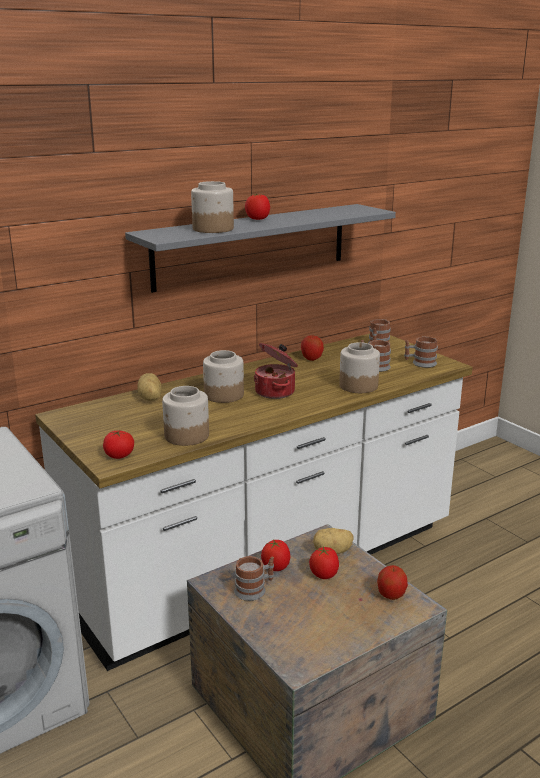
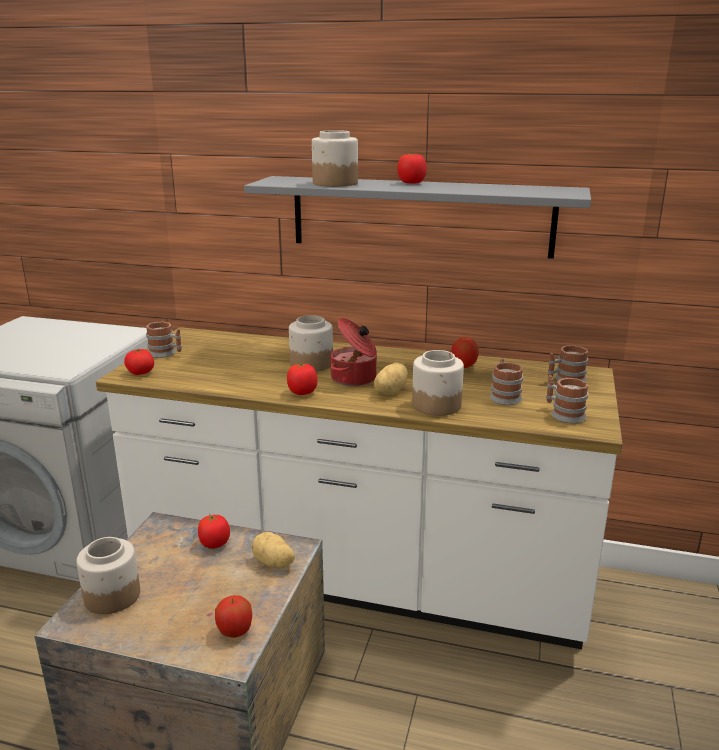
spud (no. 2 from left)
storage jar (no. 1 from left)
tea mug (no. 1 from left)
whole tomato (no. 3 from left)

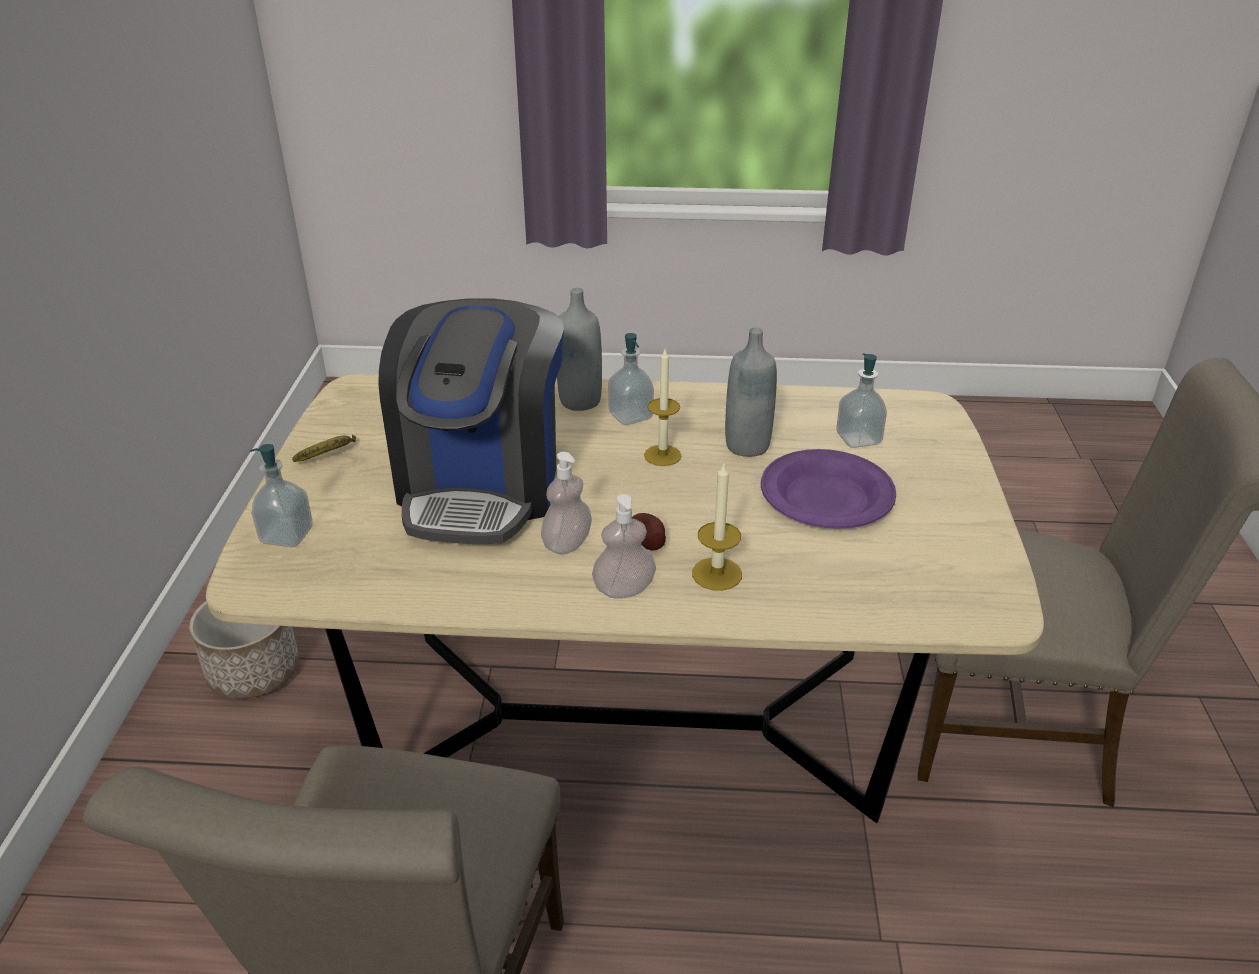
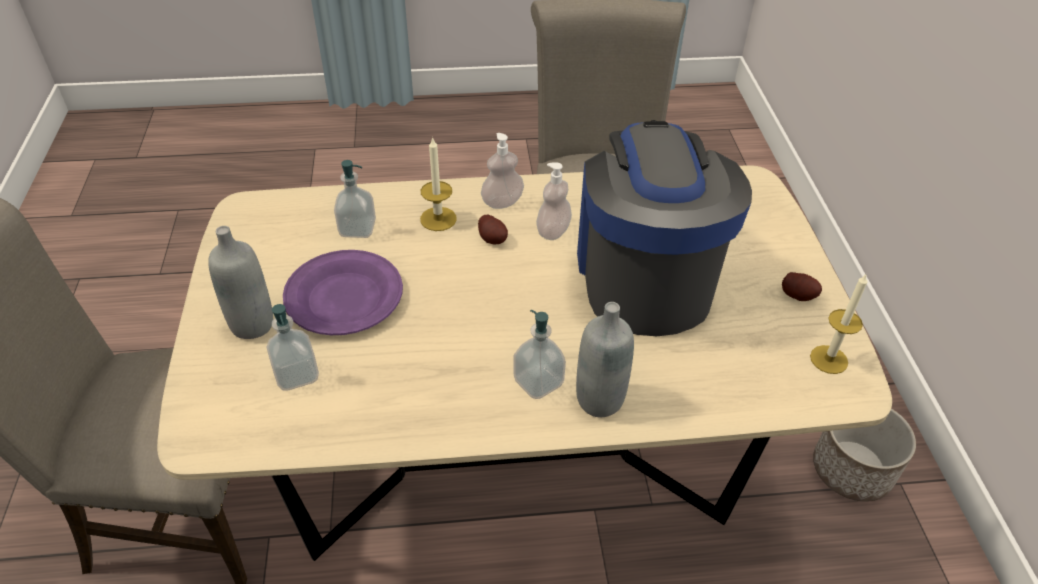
soap bottle (no. 2 from left)
spud (no. 2 from left)
candle (no. 2 from left)
beverage bottle/gray (no. 1 from left)

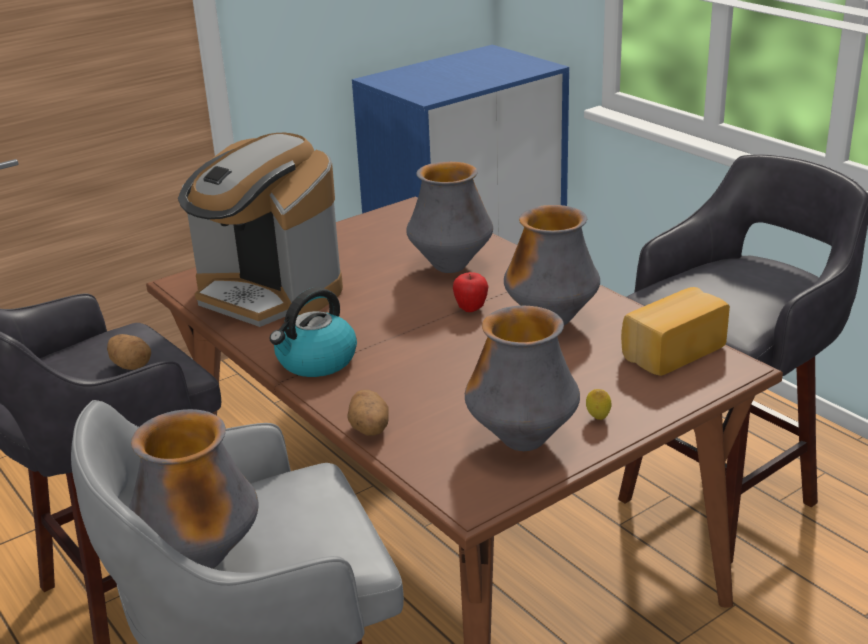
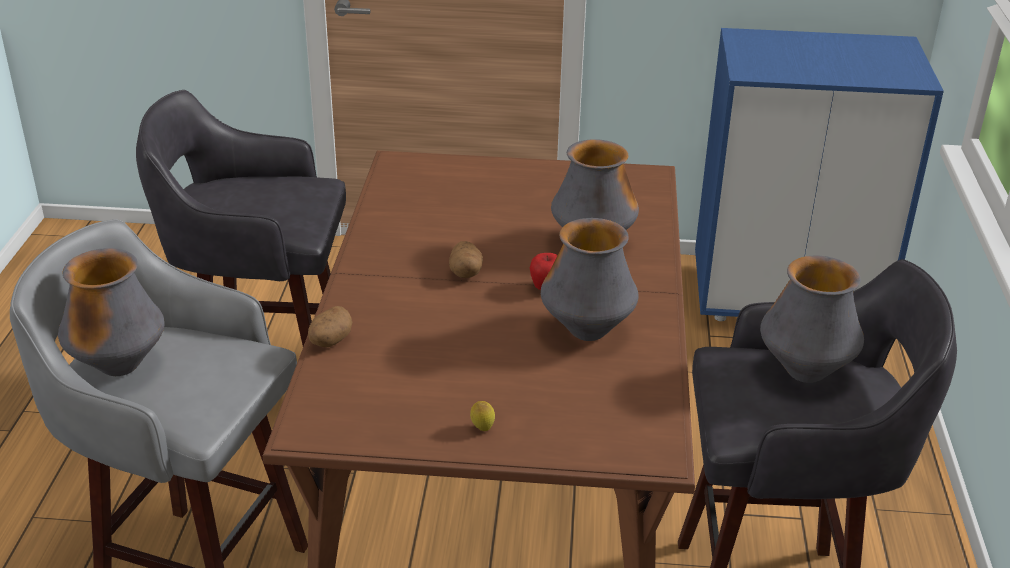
spud (no. 2 from left)
coffee brewer
water kettle
decorative vase (no. 4 from left)
baked bread

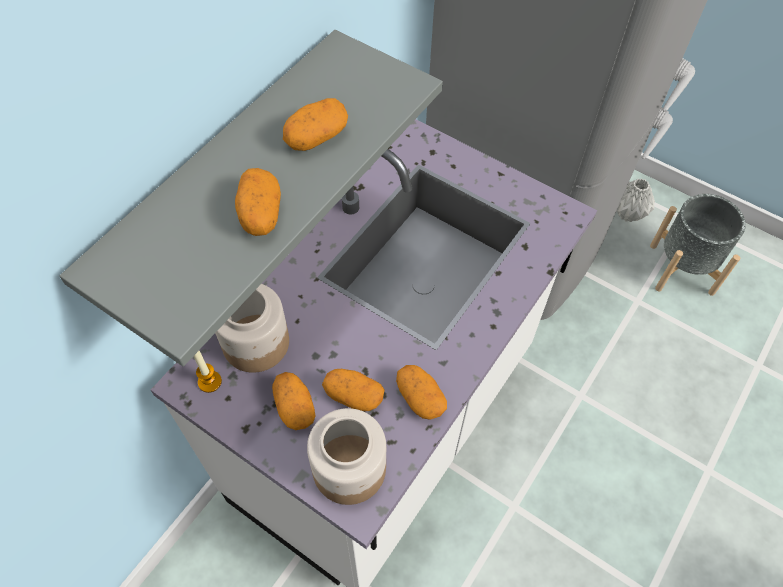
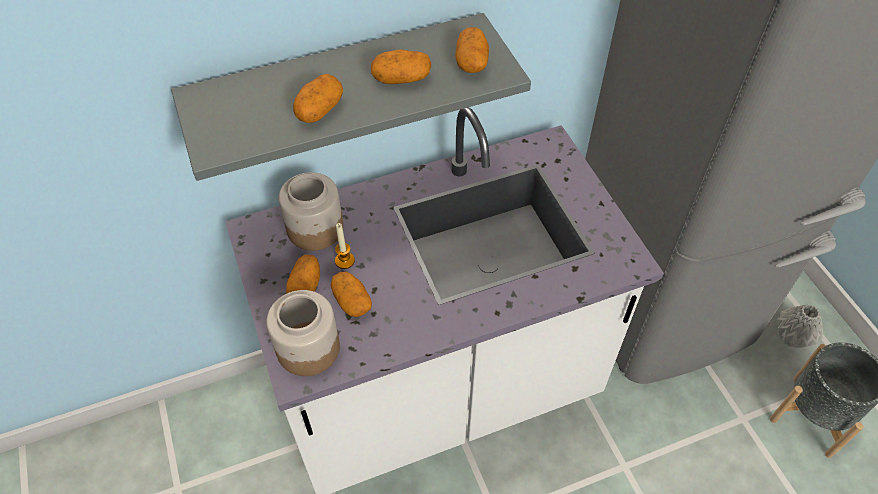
candle
spud (no. 5 from left)

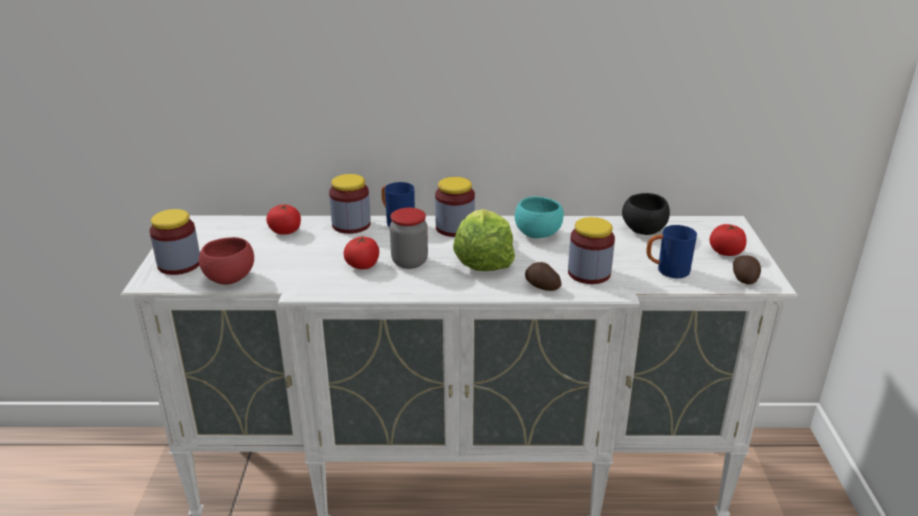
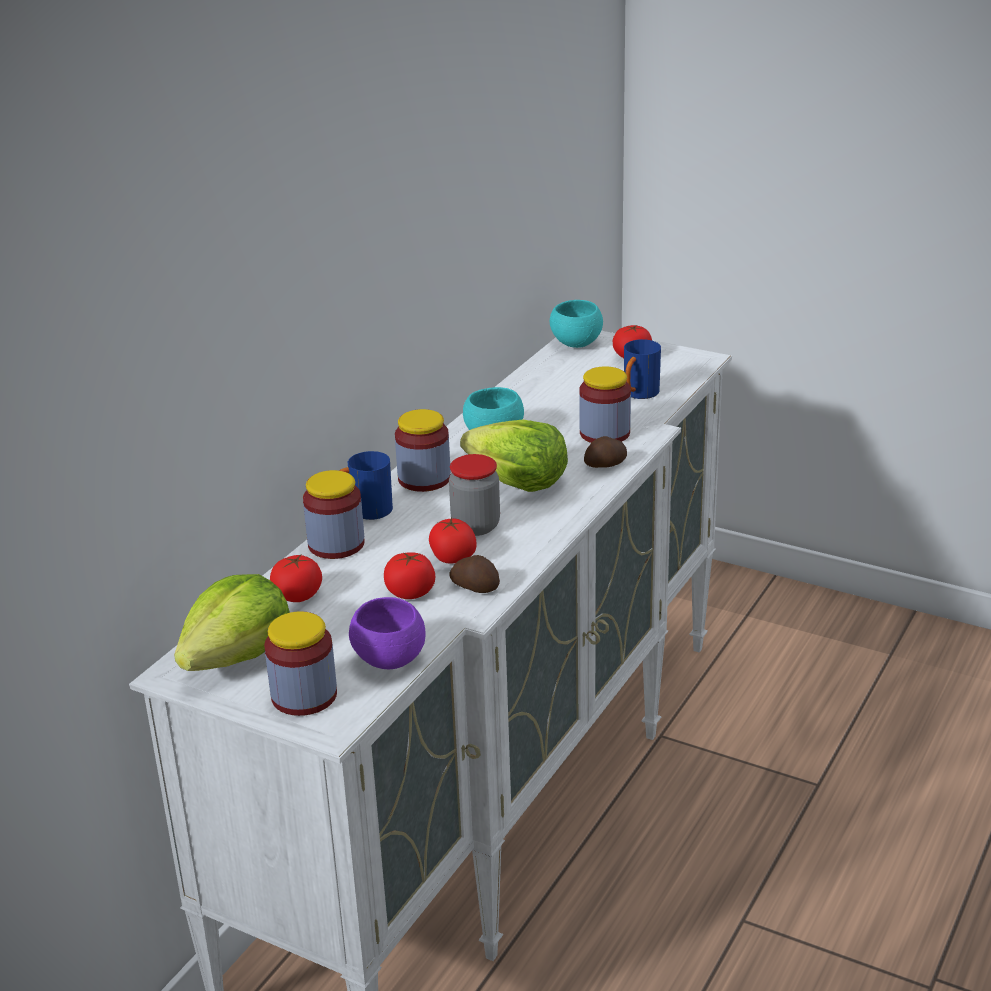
serving bowl/purplish
serving bowl/black
spud (no. 1 from left)
head of lettuce (no. 1 from left)
whole tomato (no. 2 from left)
serving bowl/turquoise (no. 2 from left)

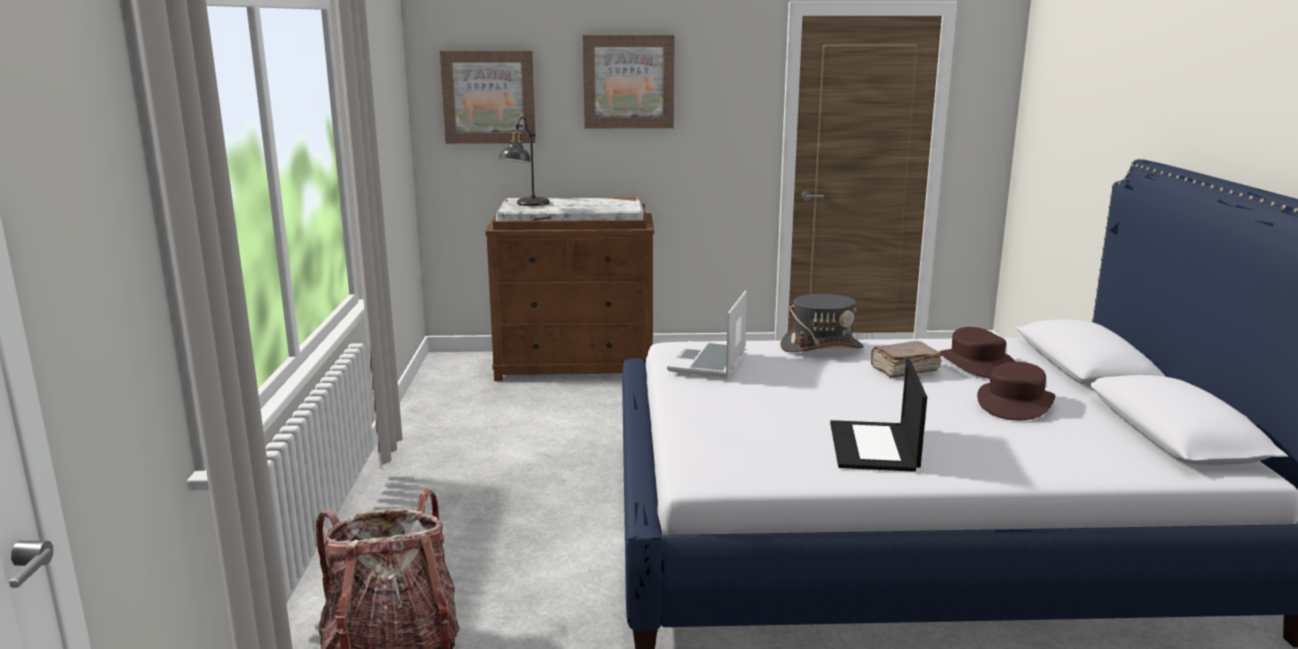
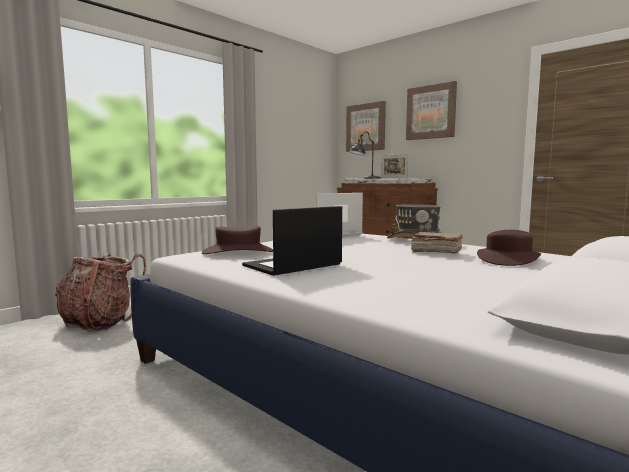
hat/brown (no. 1 from left)
photo frame

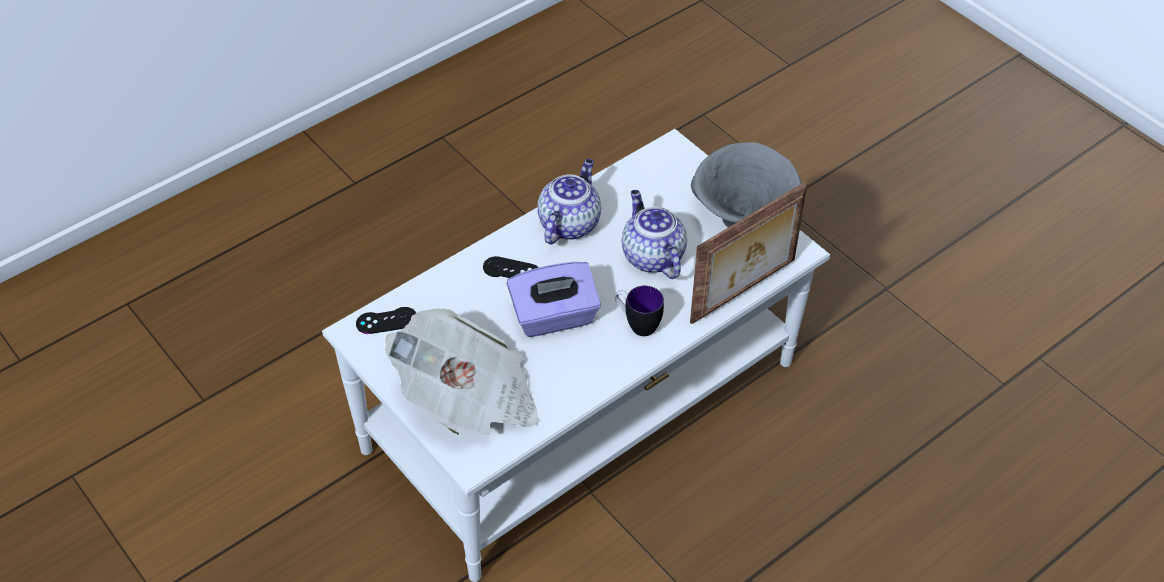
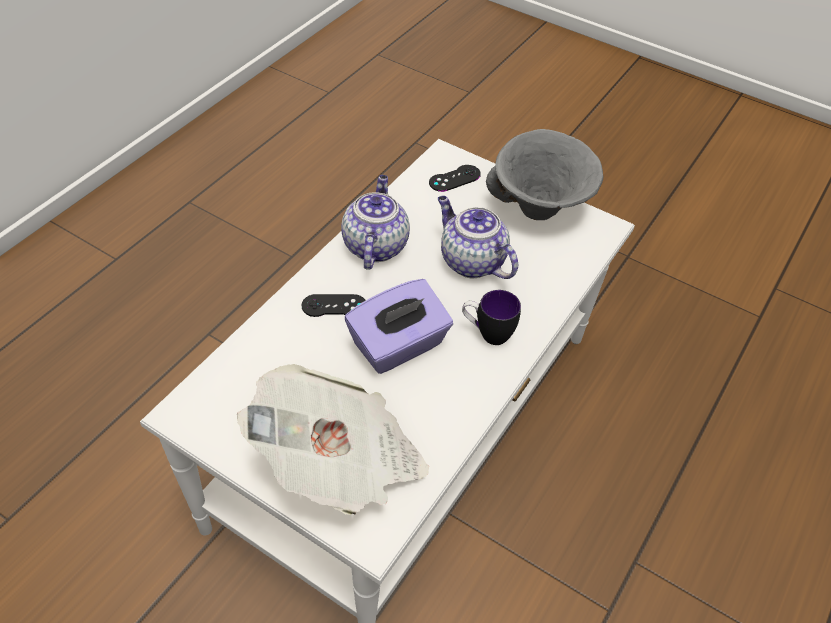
joypad/black (no. 2 from left)
photo frame

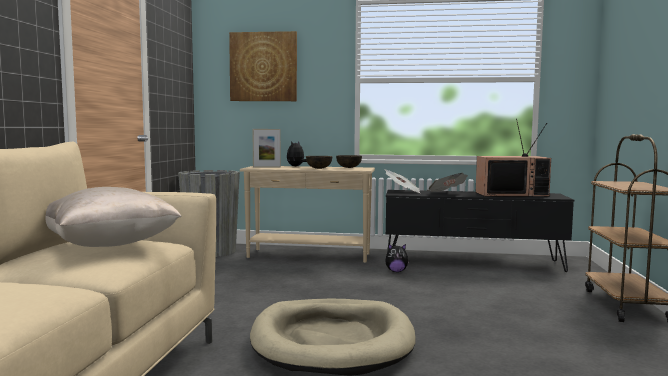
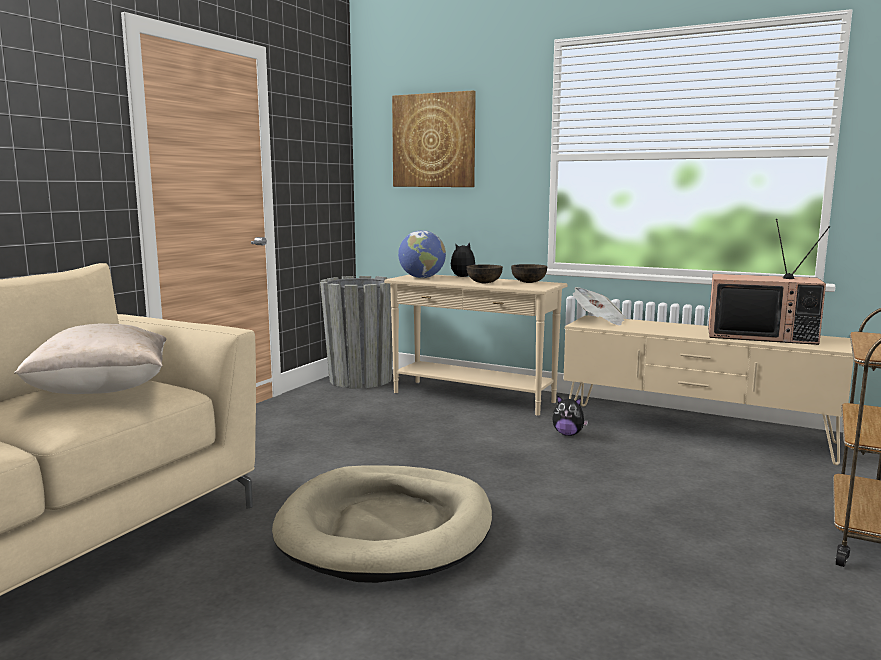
world globe
tv unit/beige-coloured
daily paper (no. 2 from left in the first image)

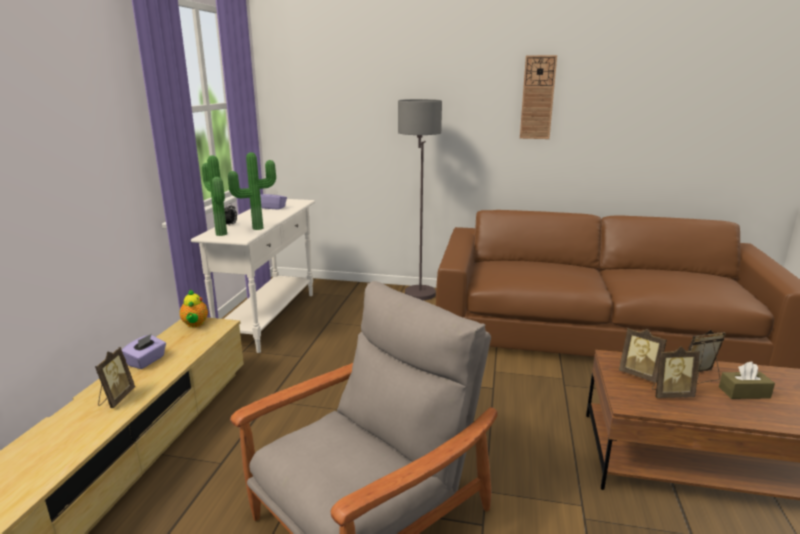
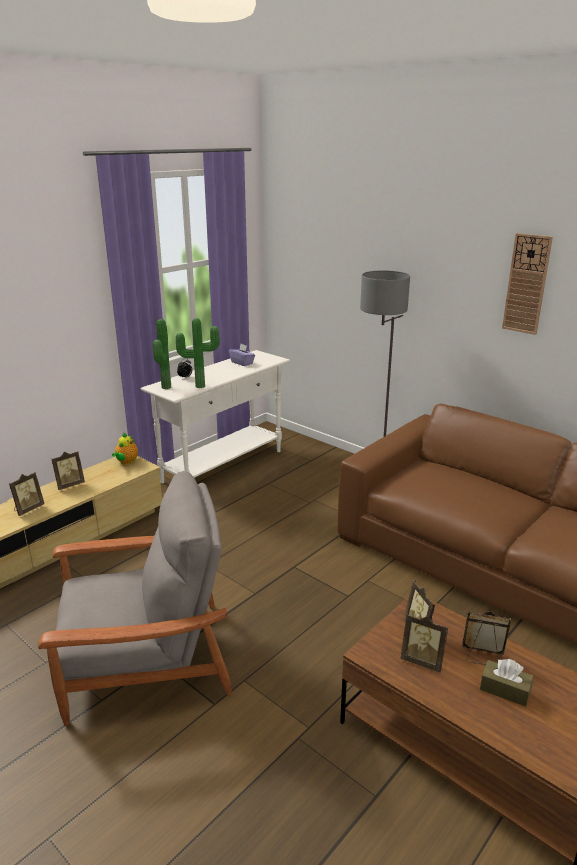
photo frame (no. 2 from left)

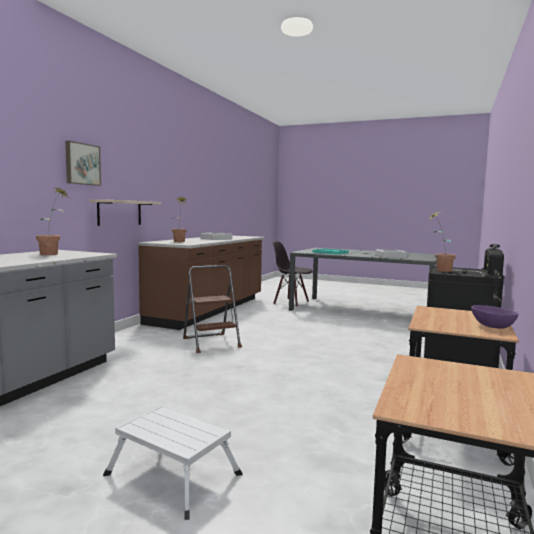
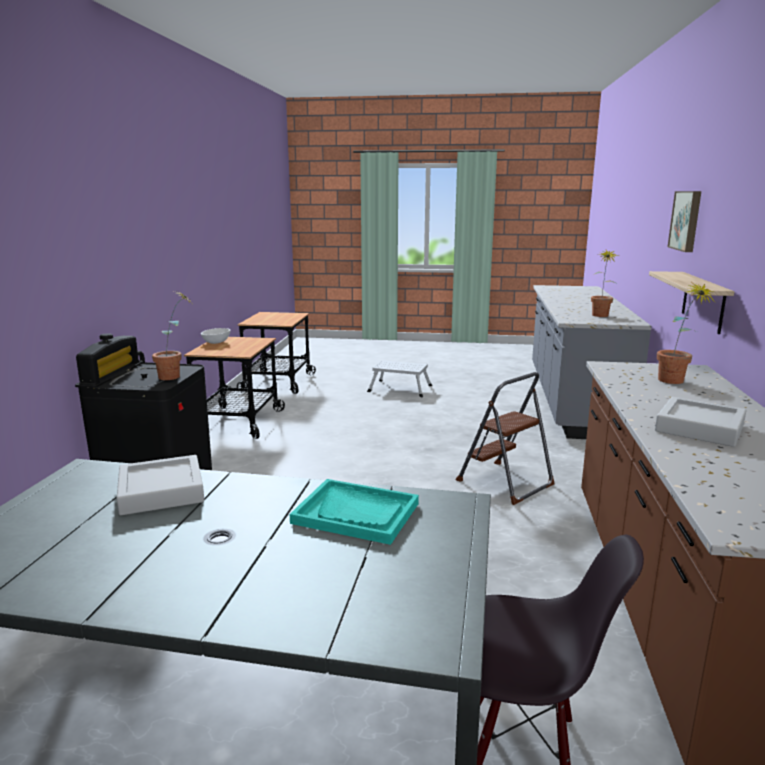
serving bowl/white

